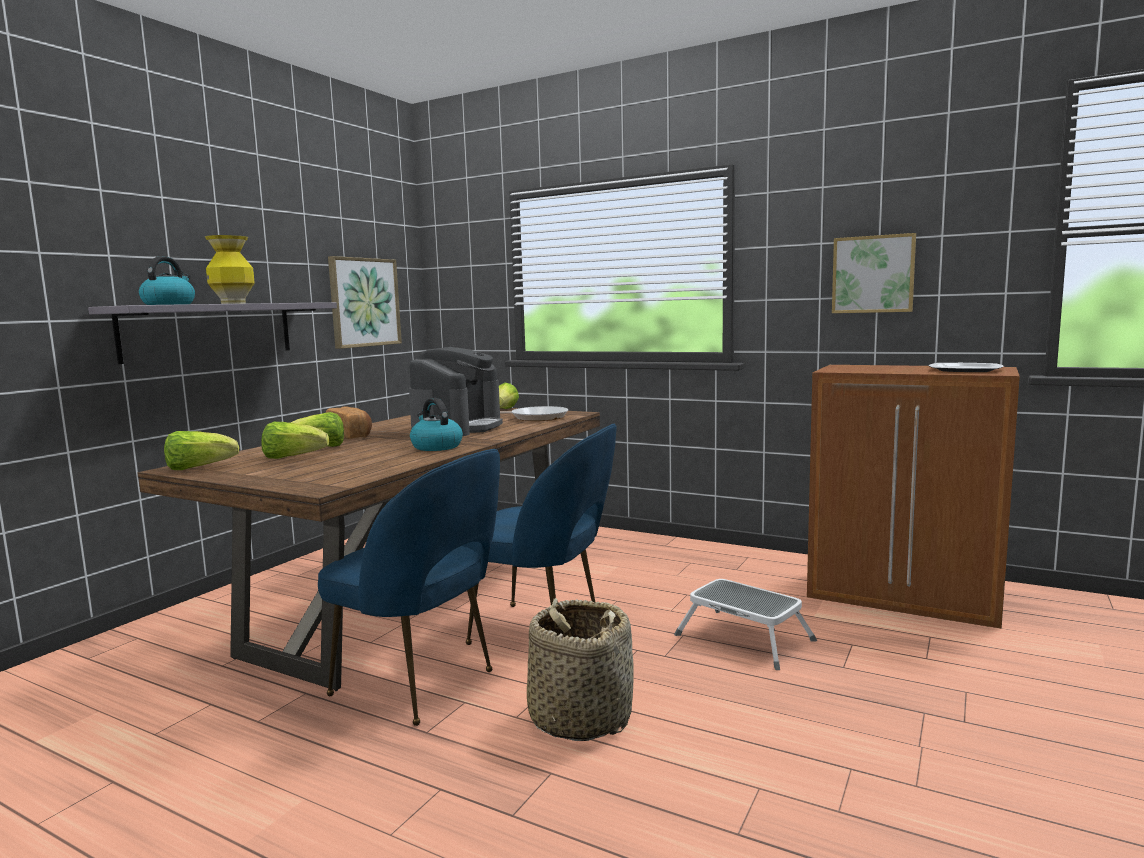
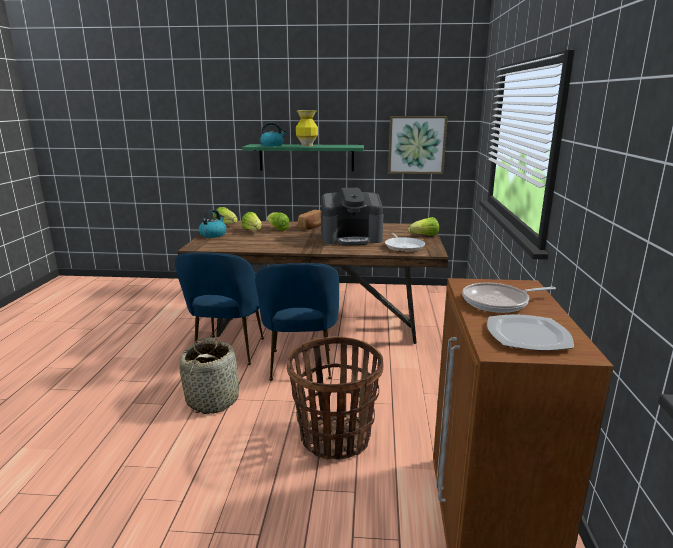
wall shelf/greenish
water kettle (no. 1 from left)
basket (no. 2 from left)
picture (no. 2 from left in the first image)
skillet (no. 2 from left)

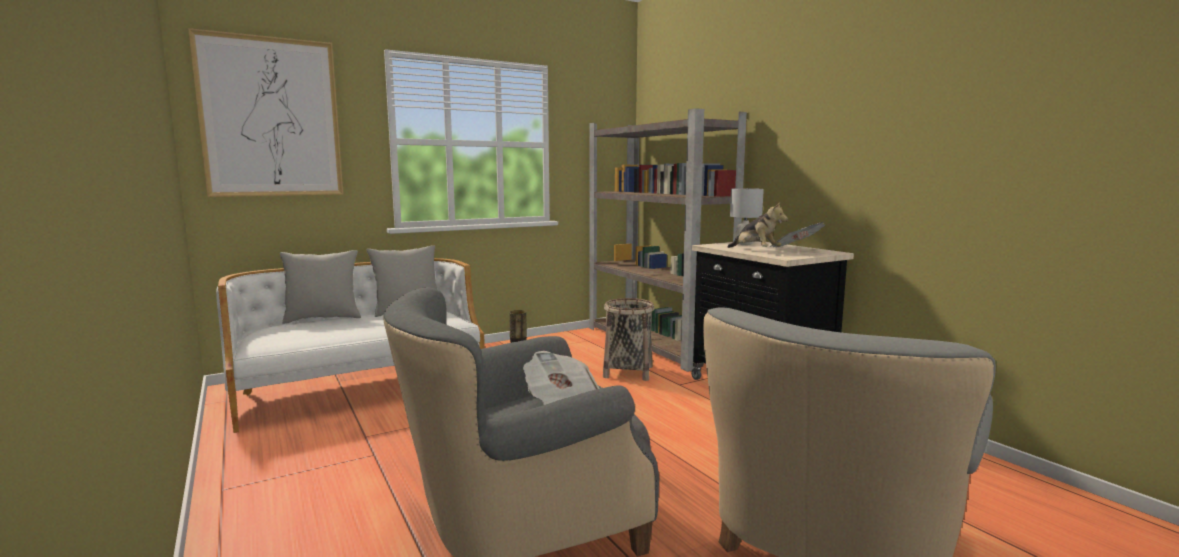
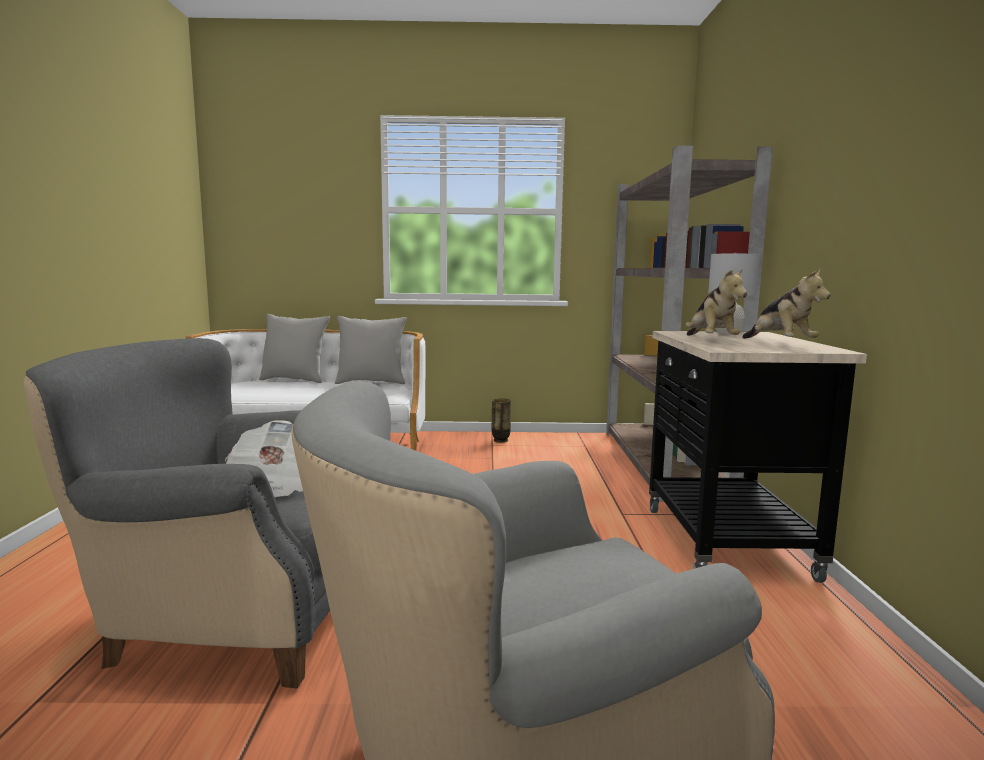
picture
basket
plush toy (no. 2 from left)

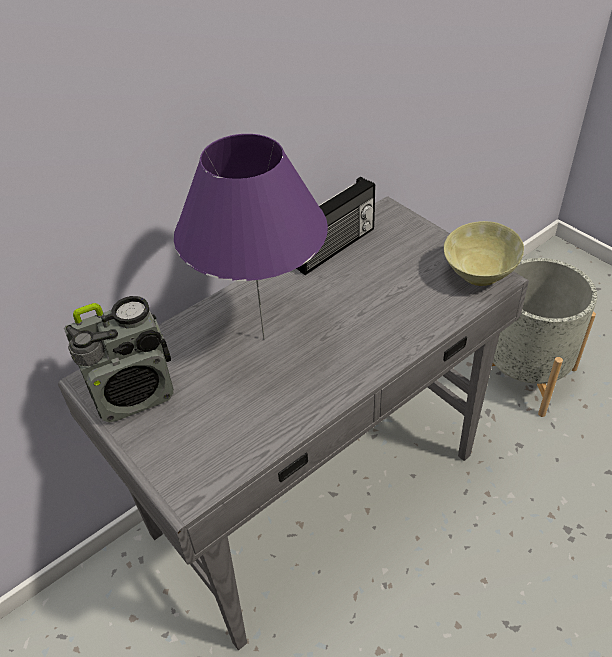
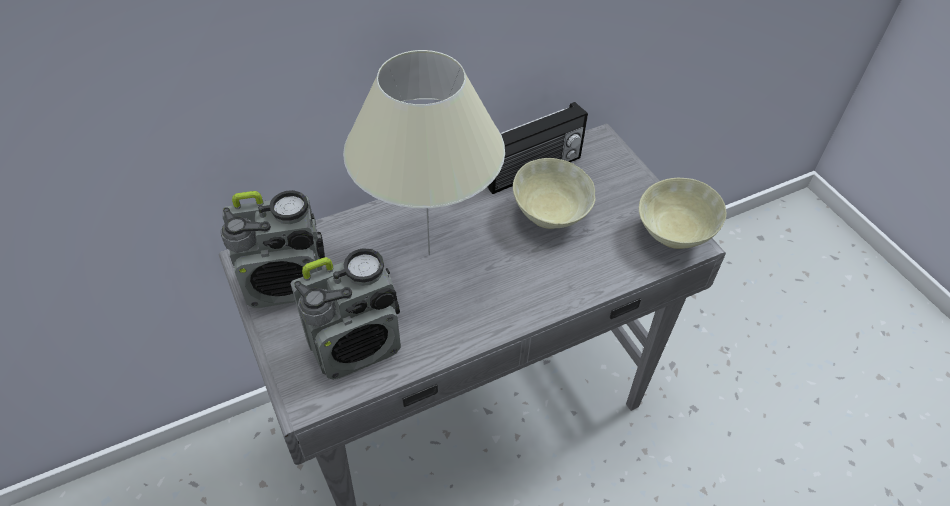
tabletop lamp/beige-coloured
plant pot/gray
radio receiver (no. 2 from left)
serving bowl/beige-coloured (no. 1 from left)

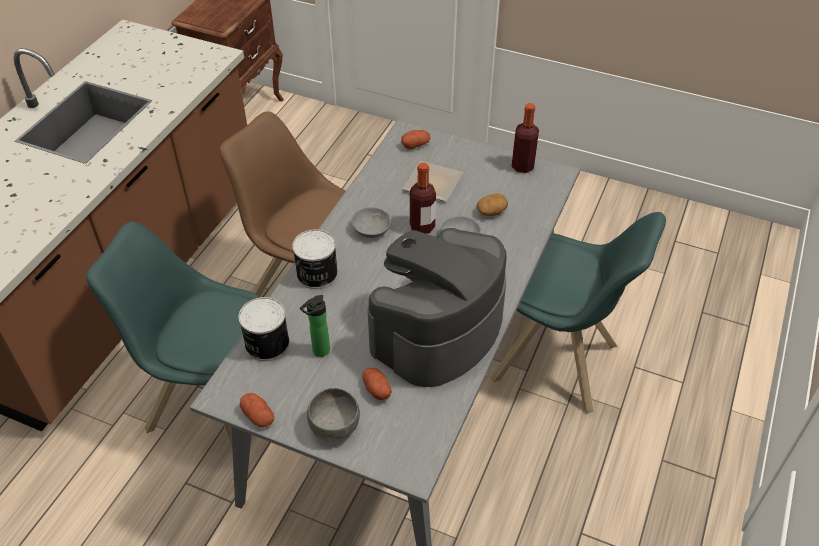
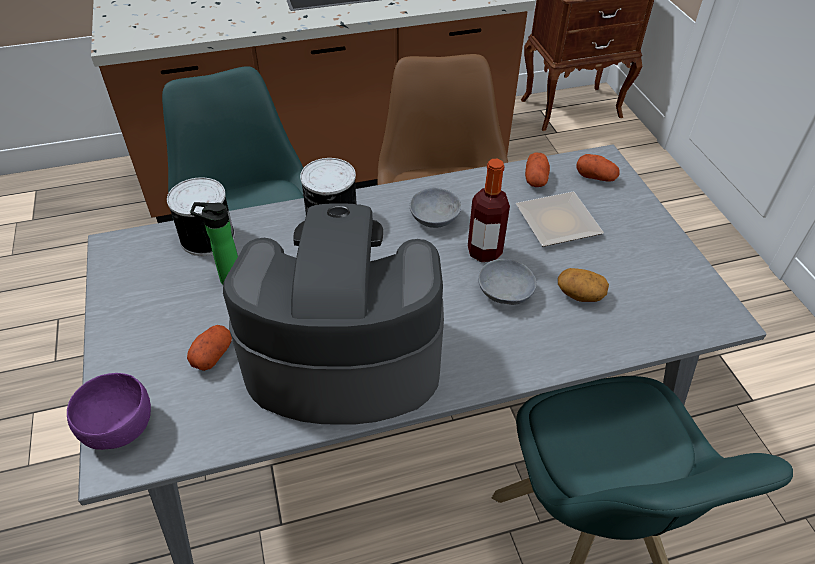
spud (no. 2 from left)
serving bowl/gray (no. 1 from left in the first image)
beverage bottle (no. 3 from left in the first image)
serving bowl/purplish

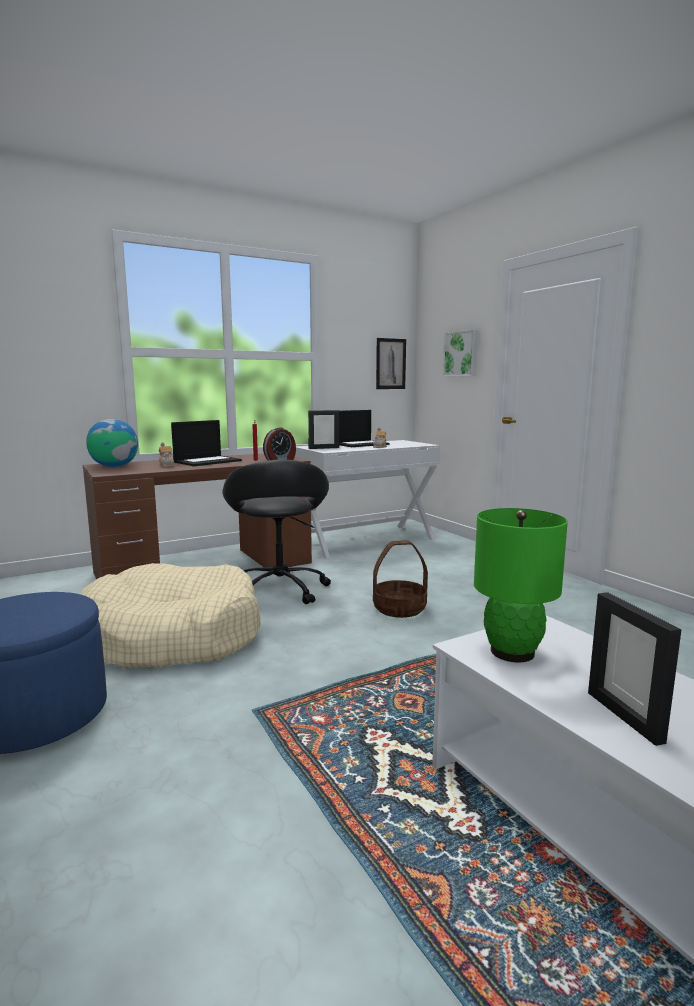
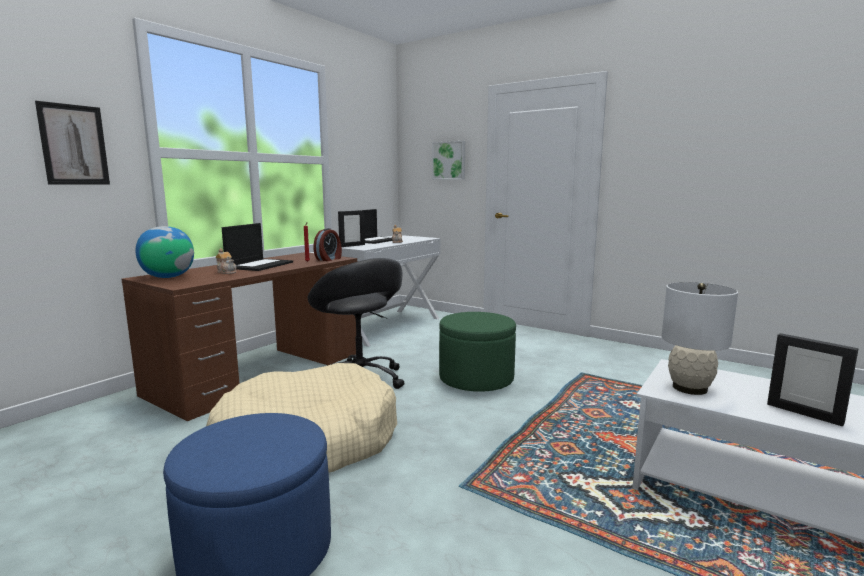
footrest/greenish
picture (no. 1 from left)
tabletop lamp/white

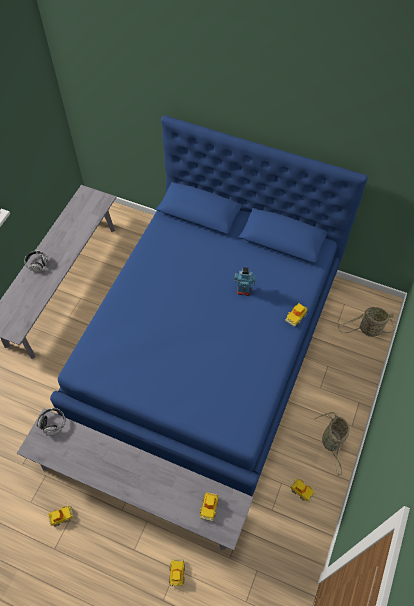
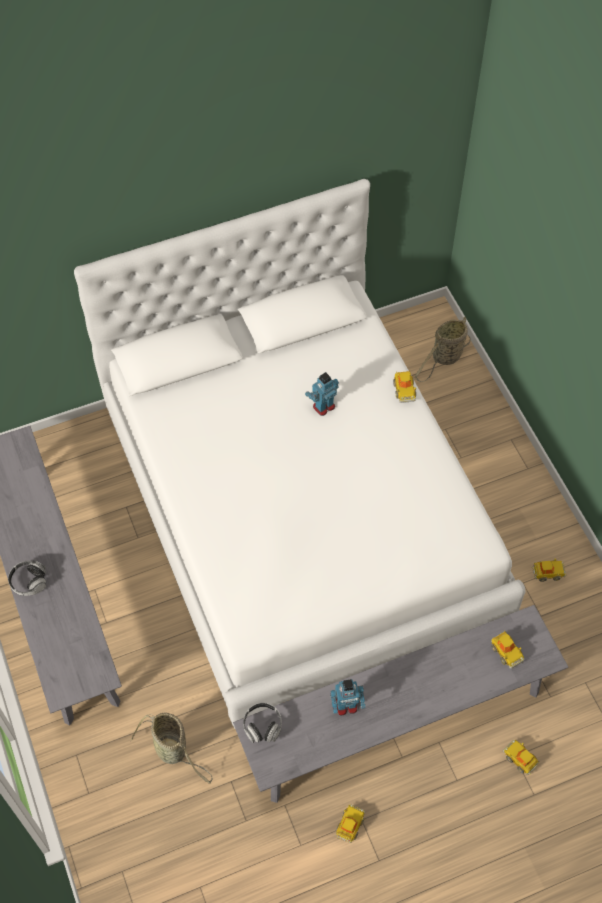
bed/white
basket (no. 1 from left)
model robot (no. 2 from left)

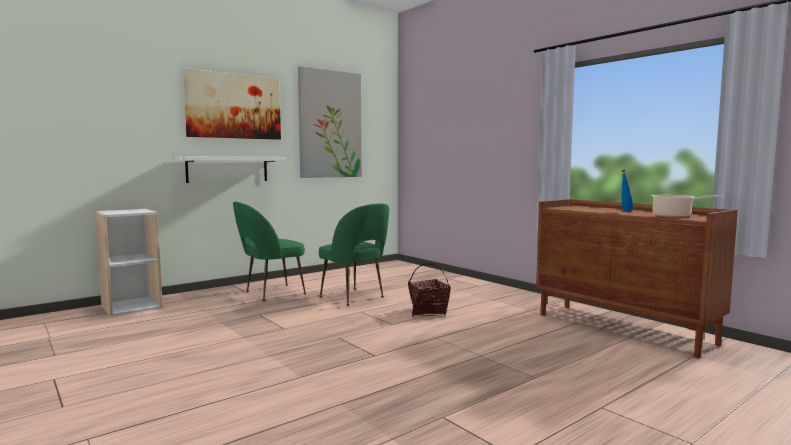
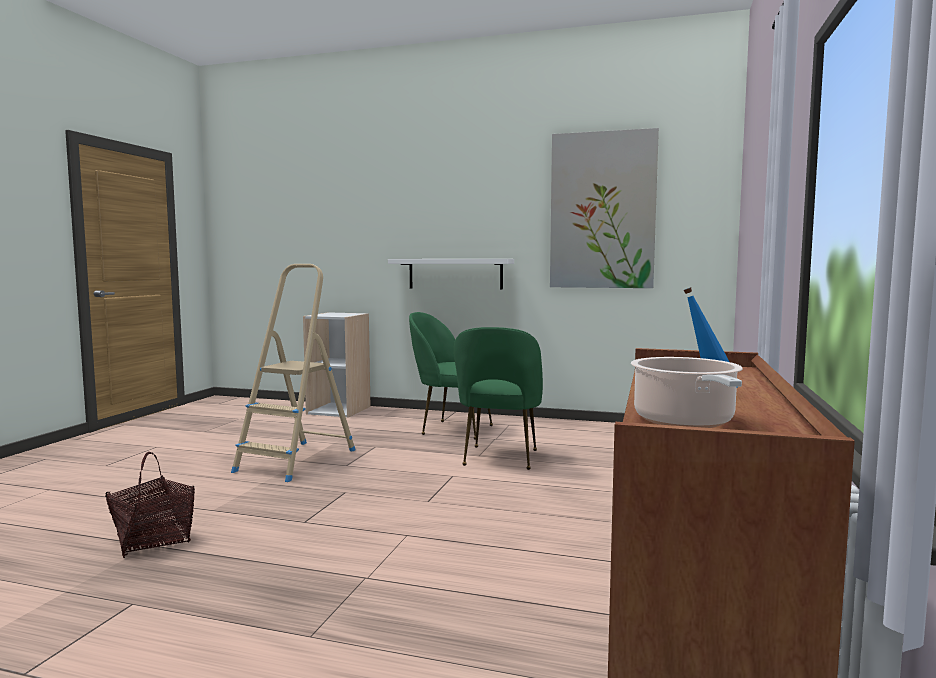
picture (no. 1 from left in the first image)
basket
step ladder/beige-coloured

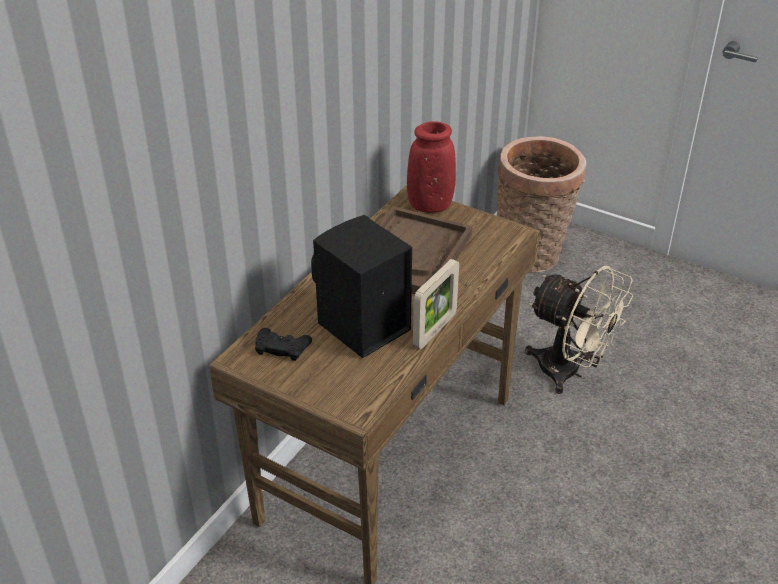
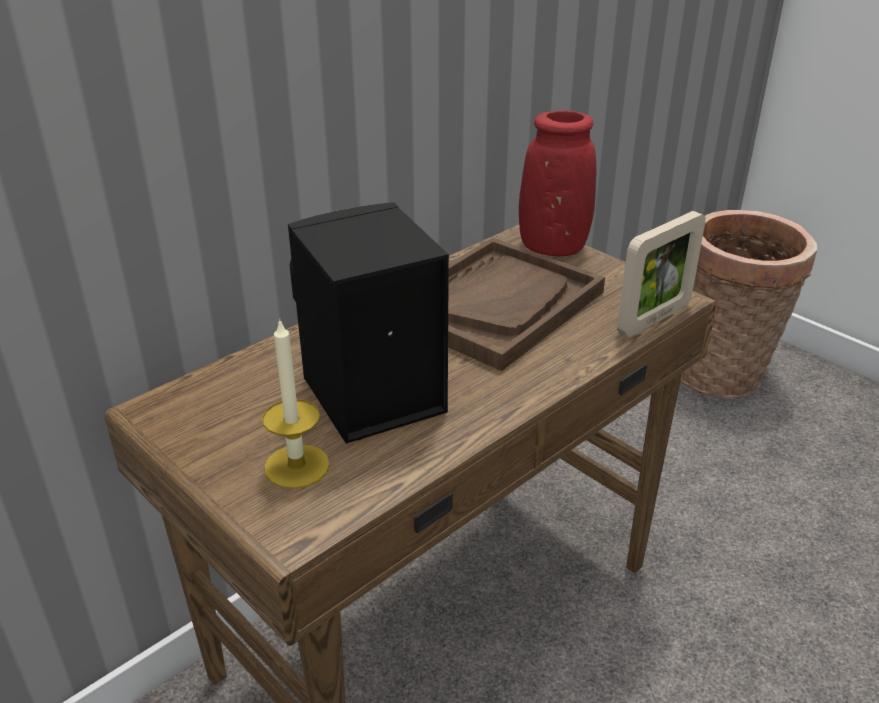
joypad/black
photo frame
fan/beige-coloured
candle

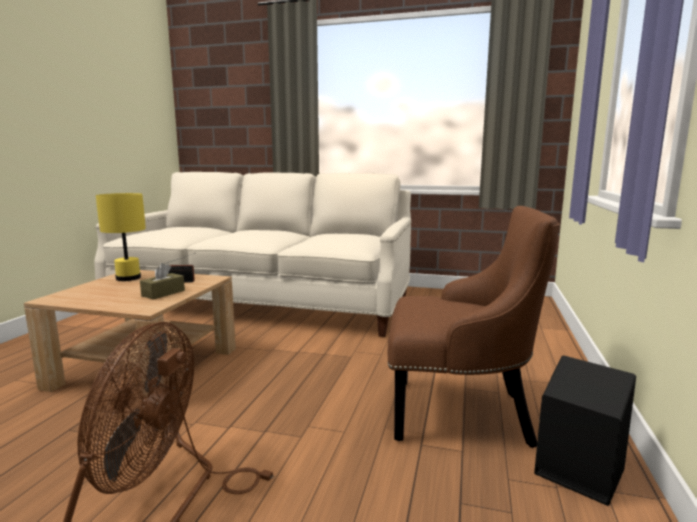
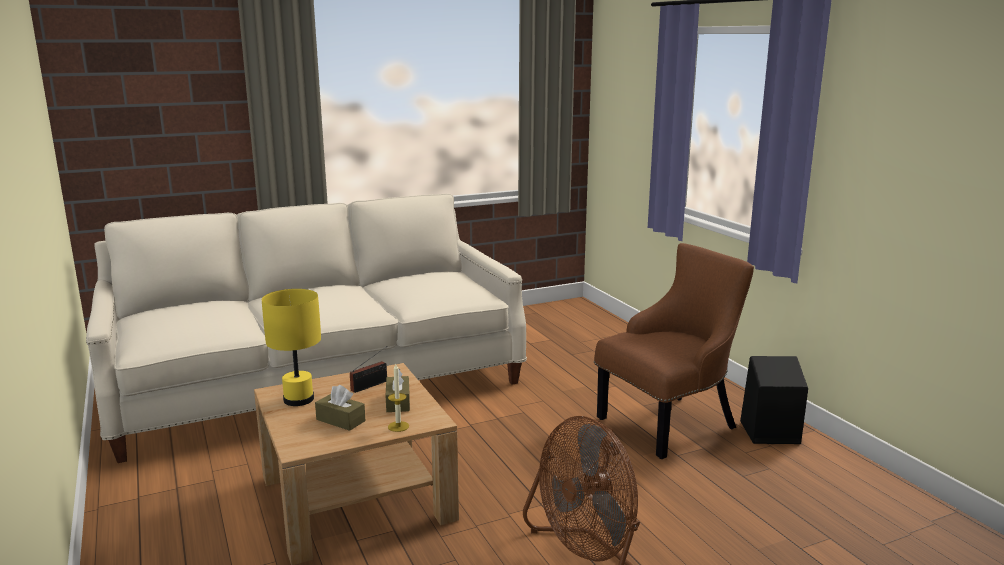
tissue box/brown (no. 1 from left)
candle

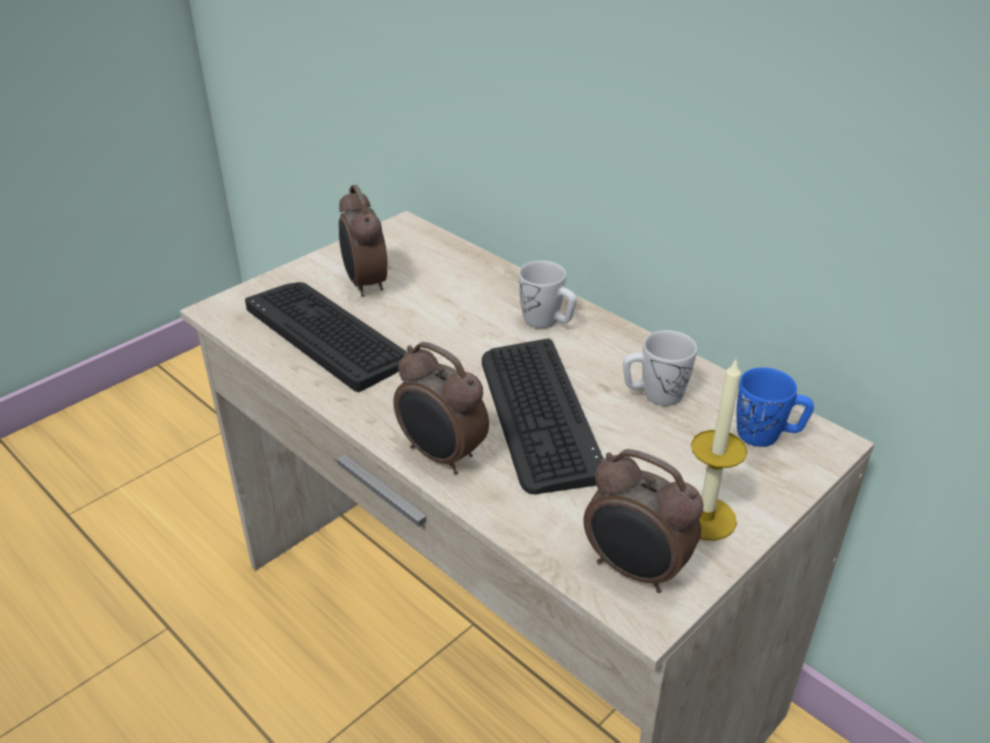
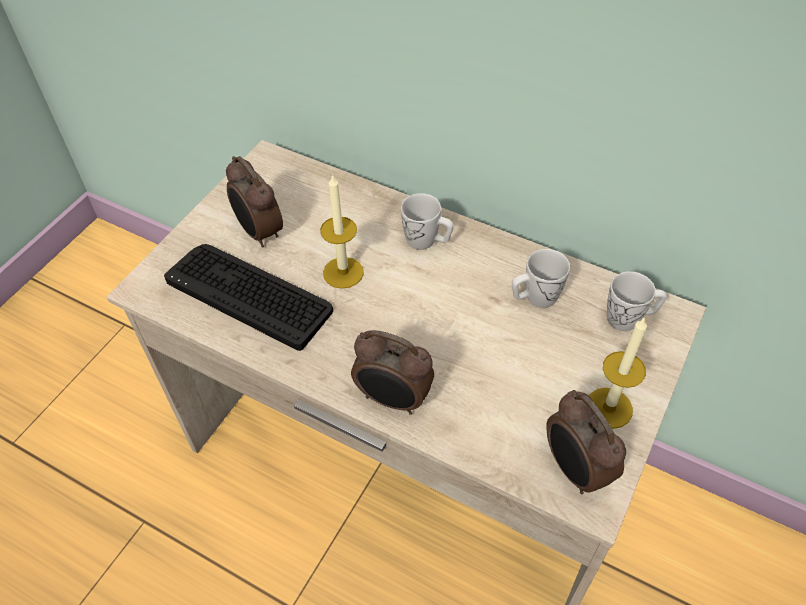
computer keyboard (no. 2 from left in the first image)
table clock (no. 3 from left)
tea mug/white (no. 3 from left)
candle (no. 1 from left)

